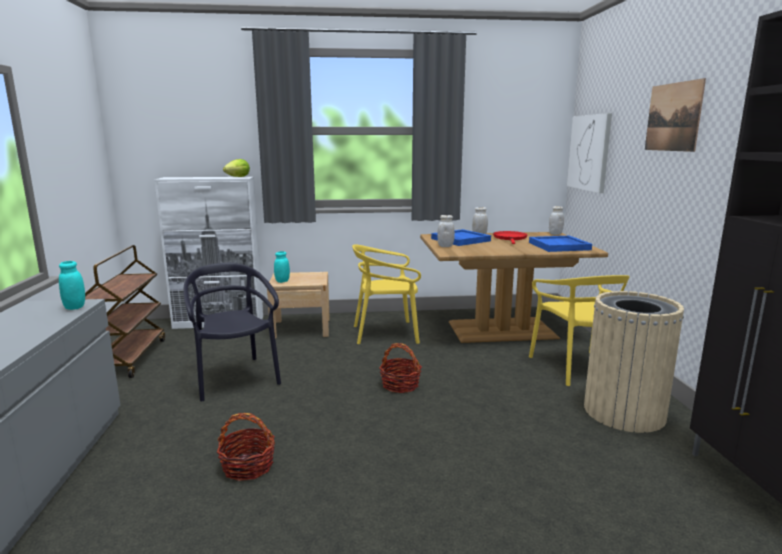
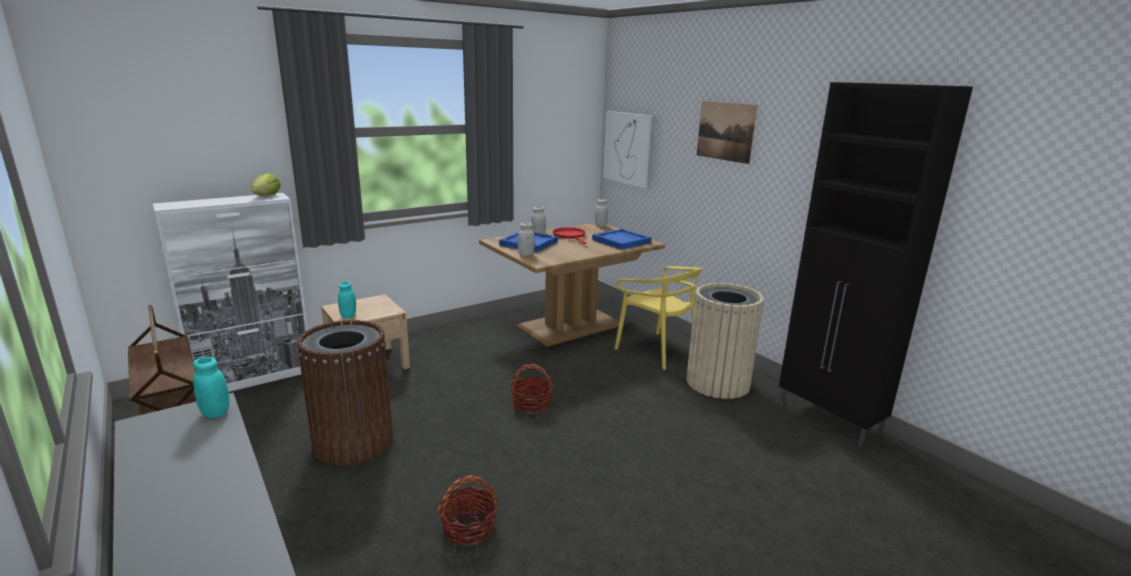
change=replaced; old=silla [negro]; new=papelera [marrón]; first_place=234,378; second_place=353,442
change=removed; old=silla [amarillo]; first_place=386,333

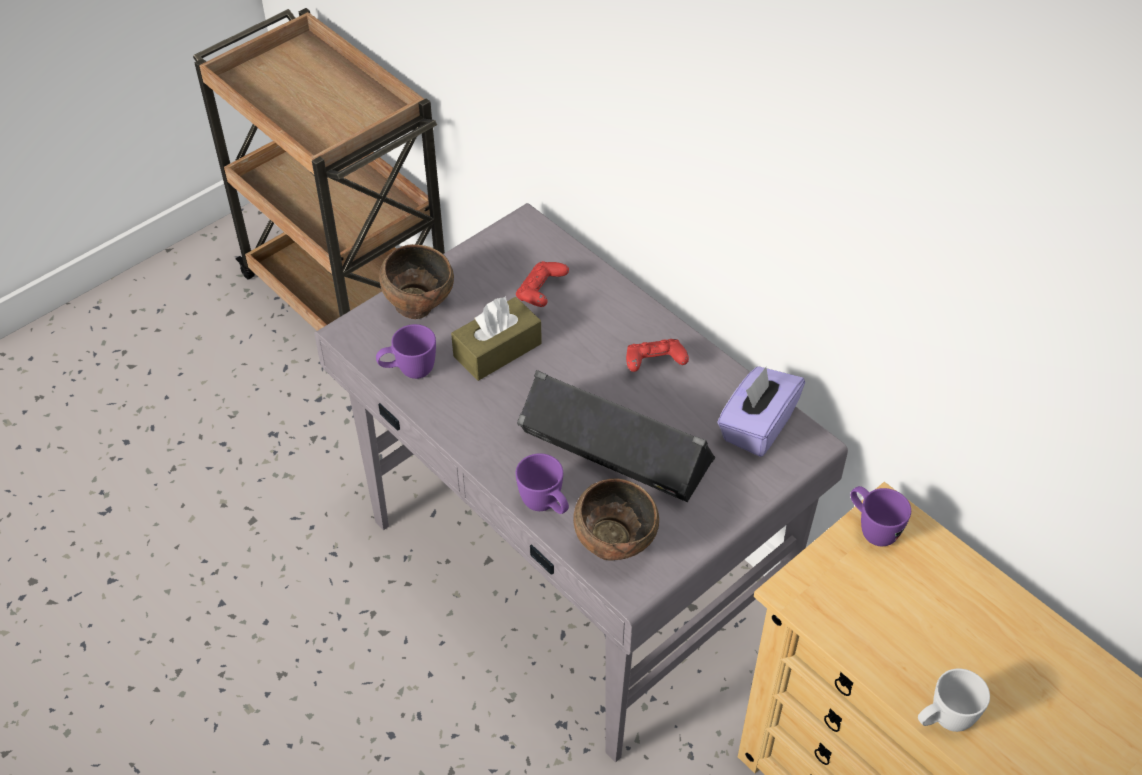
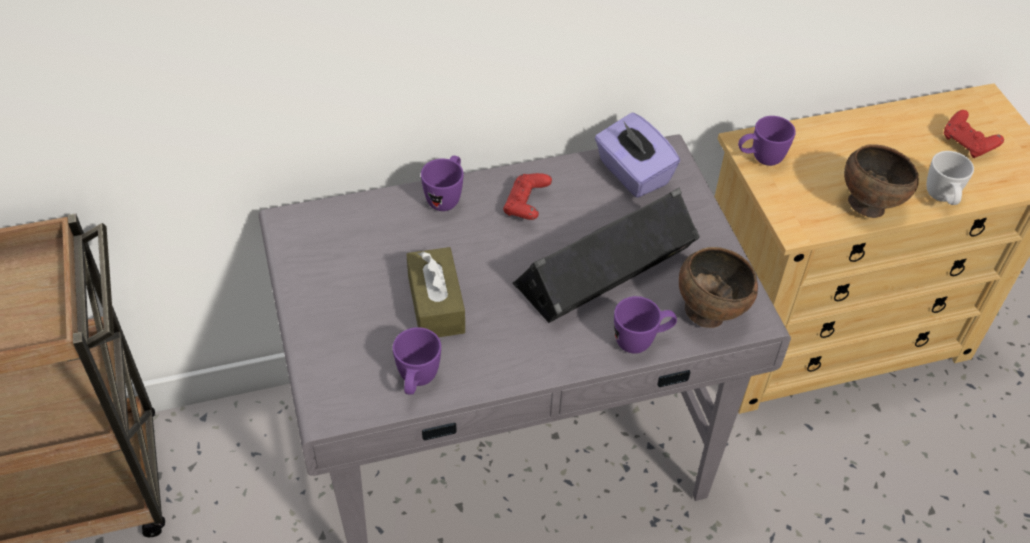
change=added; new=taza grande [morado]; second_place=446,197
change=moved; old=cuenco [marrón]; first_place=419,307; second_place=868,205
change=moved; old=mando de consola [rojo]; first_place=541,293; second_place=967,144

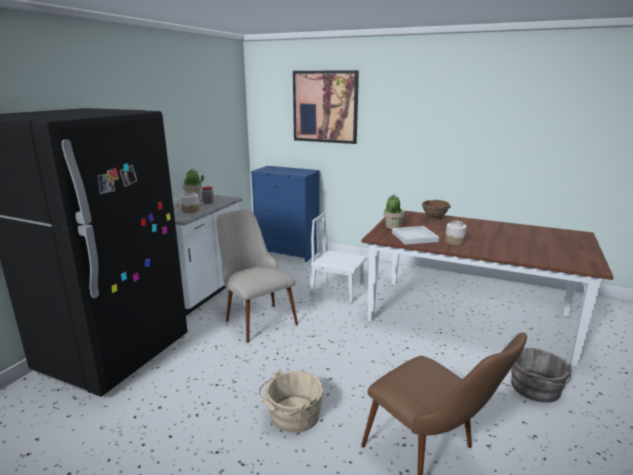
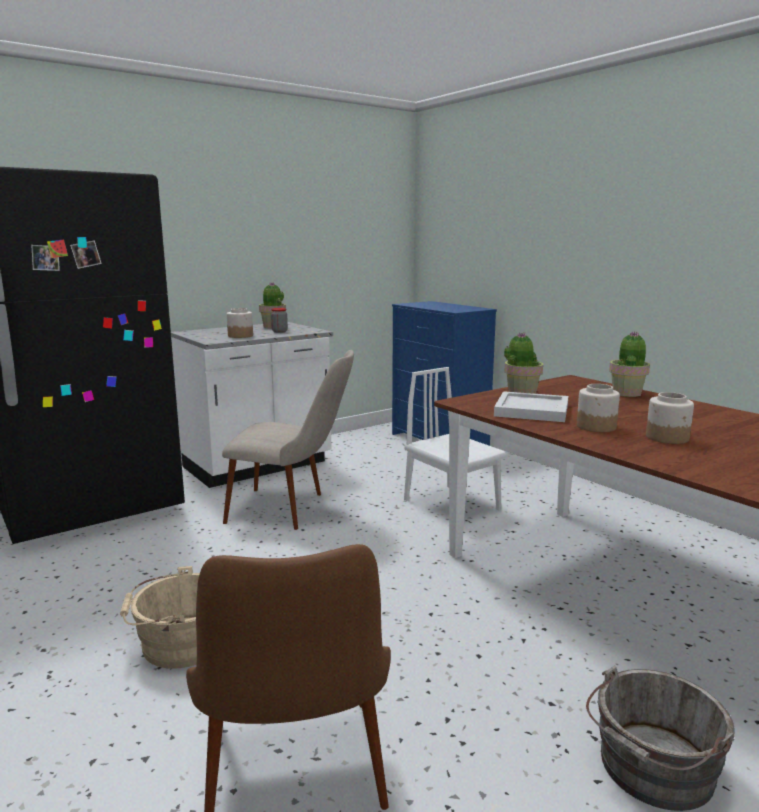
change=turned; old=silla [beis]; first_place=255,317; second_place=292,509; degrees=105
change=replaced; old=cuenco [marrón]; new=planta en maceta; first_place=434,218; second_place=627,393
change=added; new=tarro; second_place=667,438
change=removed; old=cuadro; first_place=325,107

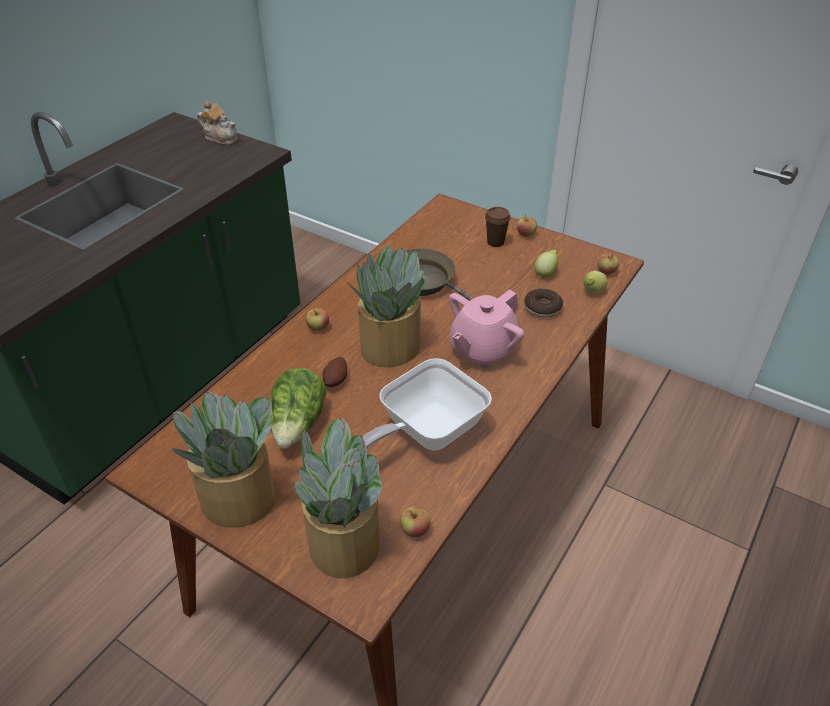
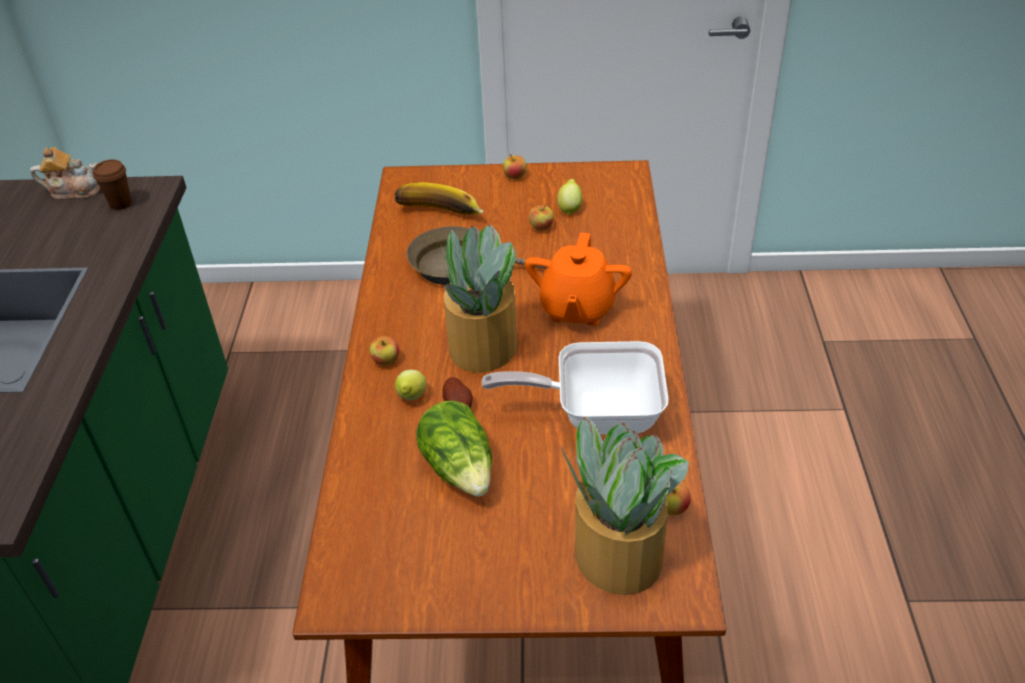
change=moved; old=taza [marrón]; first_place=495,242; second_place=120,204
change=added; new=plátano; second_place=438,216
change=moved; old=limón; first_place=592,292; second_place=411,398
change=turned; old=sartén; first_place=425,433; second_place=596,414; degrees=75
change=recoloured; old=tetera [rosa]; new=tetera [naranja]; first_place=482,350; second_place=577,308
change=moved; old=manzana; first_place=606,272; second_place=541,227
change=removed; old=planta en maceta; first_place=239,500
change=removed; old=rosquilla; first_place=542,308

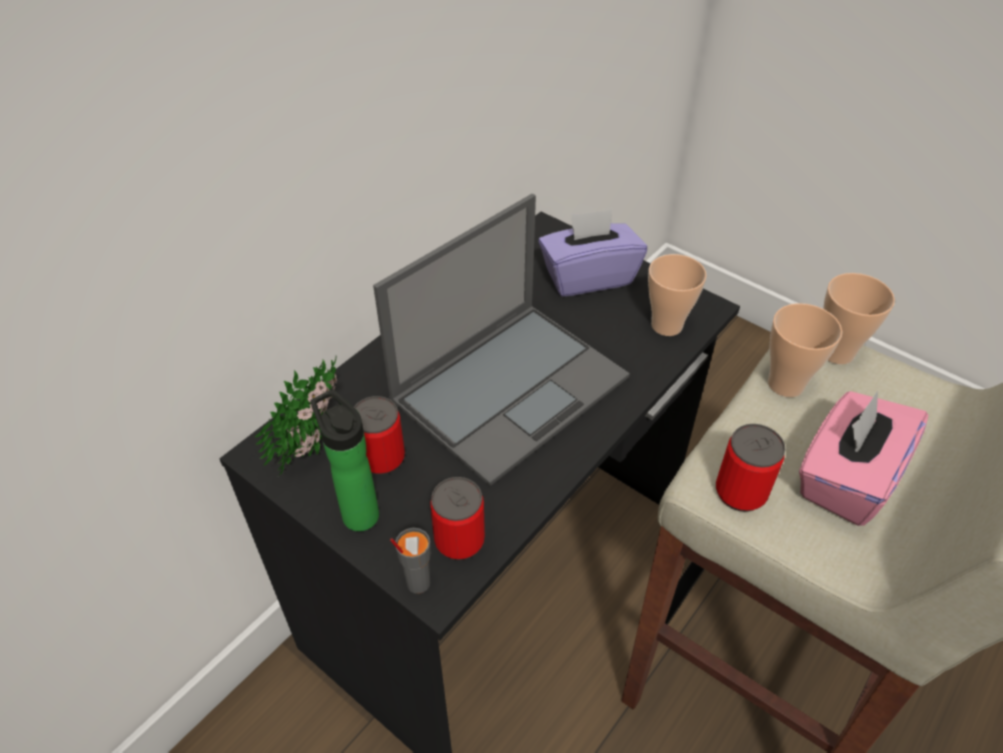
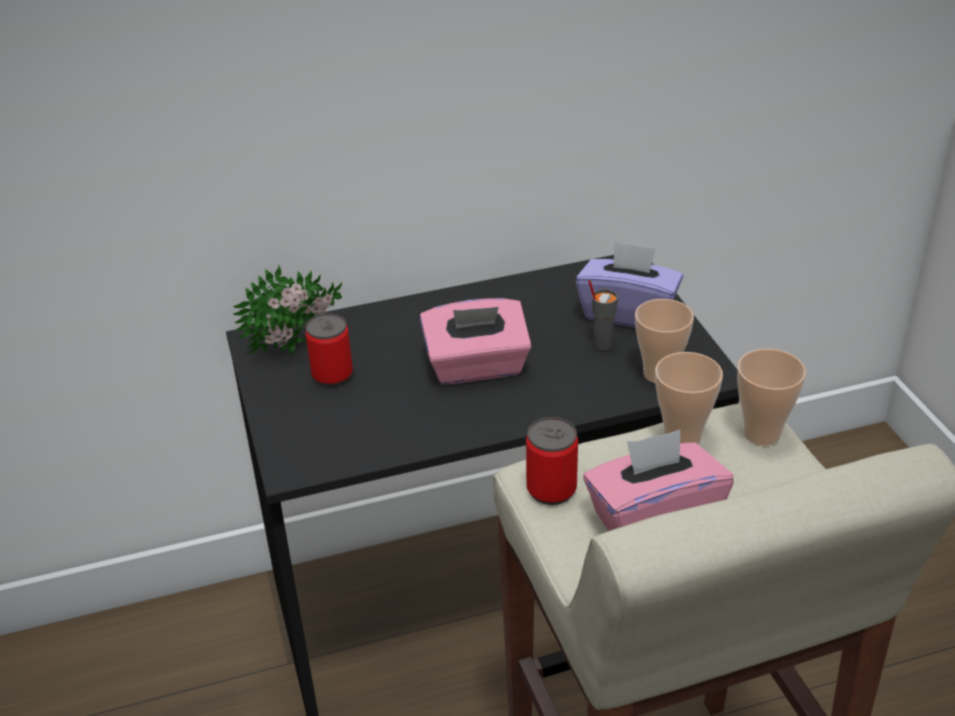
change=replaced; old=portátil; new=caja de pañuelos [rosa]; first_place=511,386; second_place=477,367
change=moved; old=taza [gris]; first_place=417,583; second_place=602,344
change=removed; old=botella; first_place=357,512
change=removed; old=lata; first_place=459,540

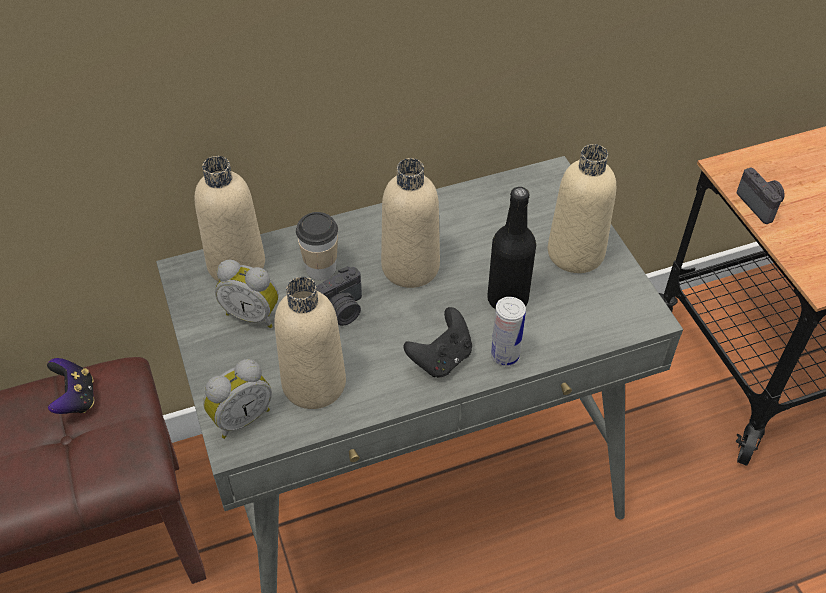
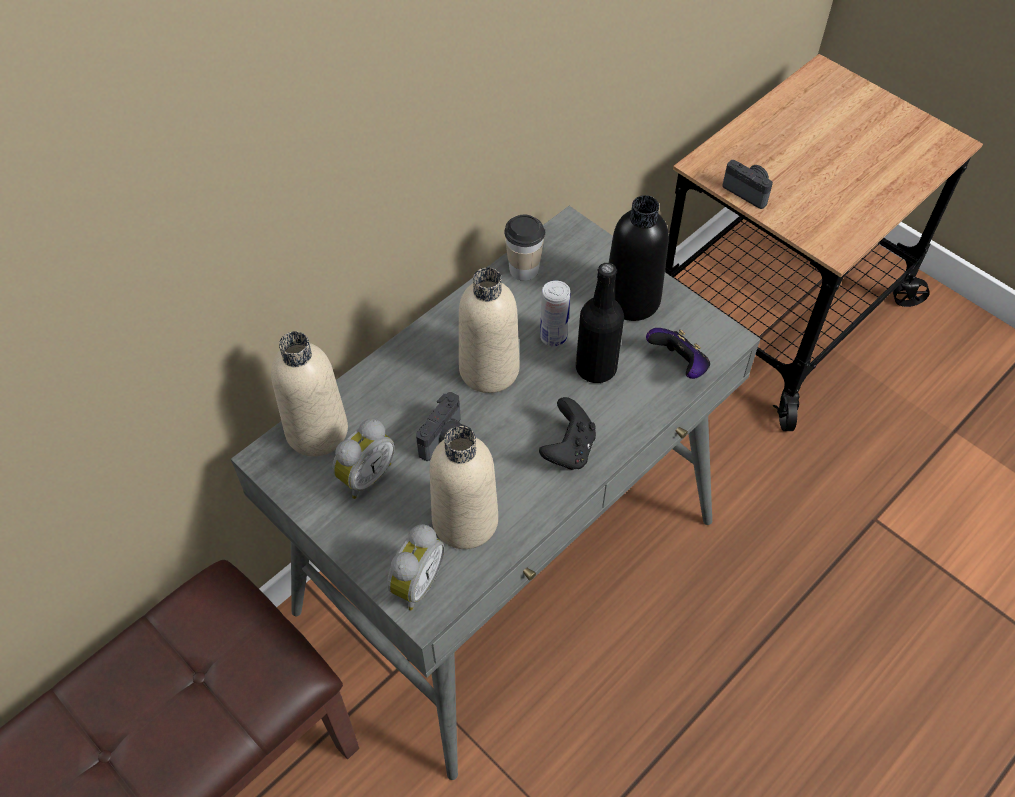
change=turned; old=despertador; first_place=253,314; second_place=365,476; degrees=-45
change=moved; old=taza; first_place=321,268; second_place=524,269
change=moved; old=lata; first_place=505,356; second_place=553,337
change=recoloured; old=botella [beis]; new=botella [negro]; first_place=575,253; second_place=631,300
change=moved; old=mando de consola; first_place=76,399; second_place=678,365

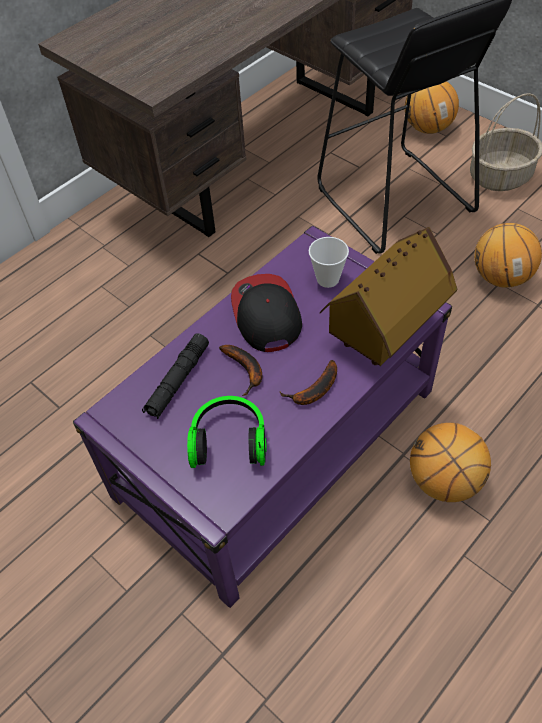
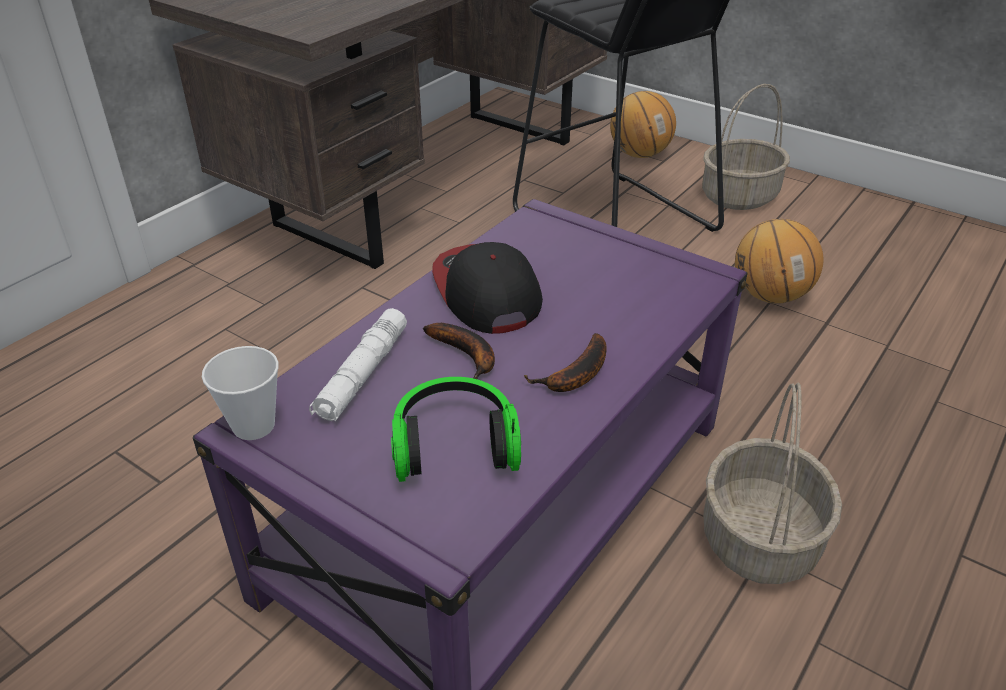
change=moved; old=taza; first_place=327,279; second_place=254,426
change=recoloured; old=linterna [negro]; new=linterna [blanco]; first_place=178,380; second_place=362,374
change=replaced; old=balón de baloncesto; new=cesta; first_place=444,481; second_place=761,540
change=removed; old=casita; first_place=385,330

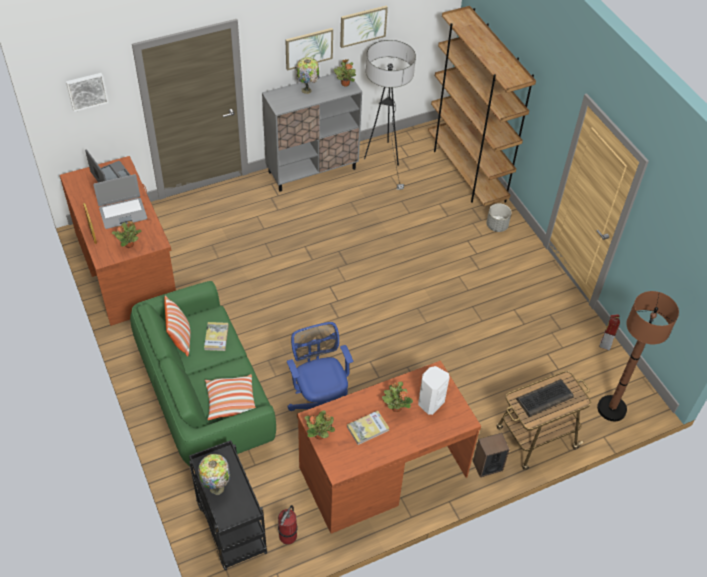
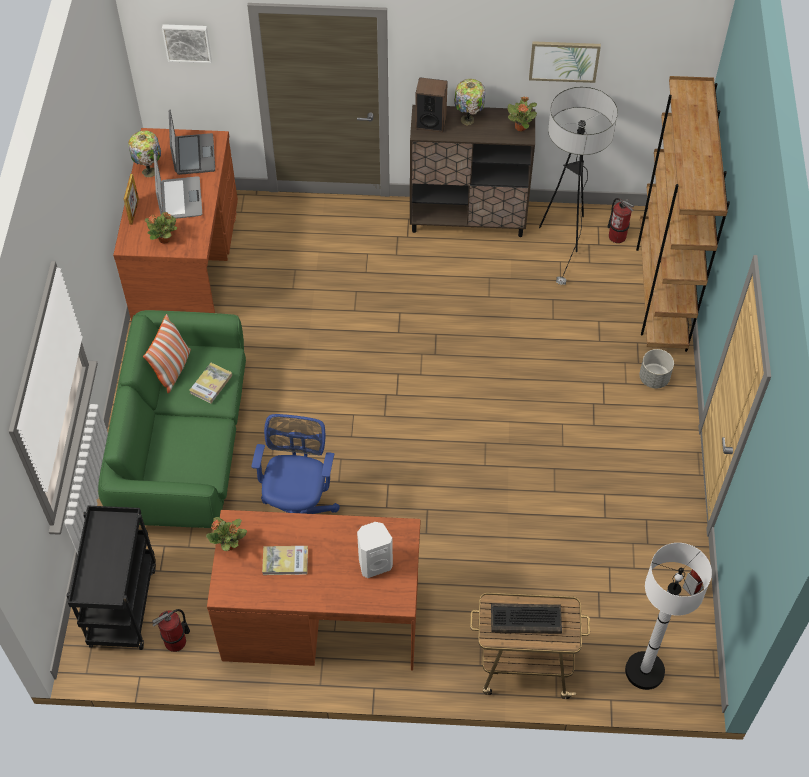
change=moved; old=lámpara de mesa; first_place=217,487; second_place=150,171
change=turned; old=portátil; first_place=123,213; second_place=180,199; degrees=-105
change=recoloured; old=armario [gris]; new=armario [marrón]; first_place=312,170; second_place=468,219
change=moved; old=altavoz; first_place=487,465; second_place=430,122
change=added; new=extintor; second_place=617,236
change=recoloured; old=lámpara de pie [marrón]; new=lámpara de pie [blanco]; first_place=611,409; second_place=644,671
change=removed; old=cojín; first_place=231,402
change=removed; old=cuadro; first_place=309,48
change=removed; old=planta en maceta; first_place=396,407

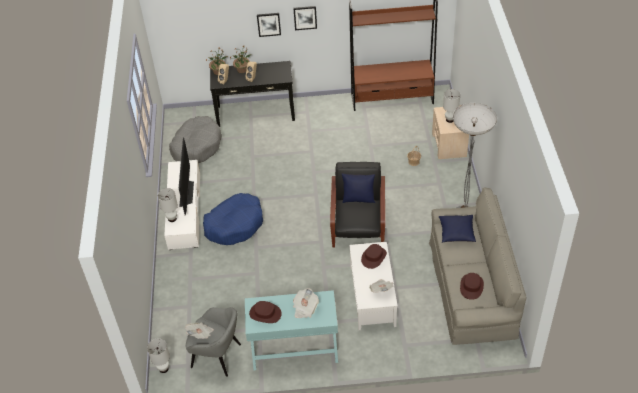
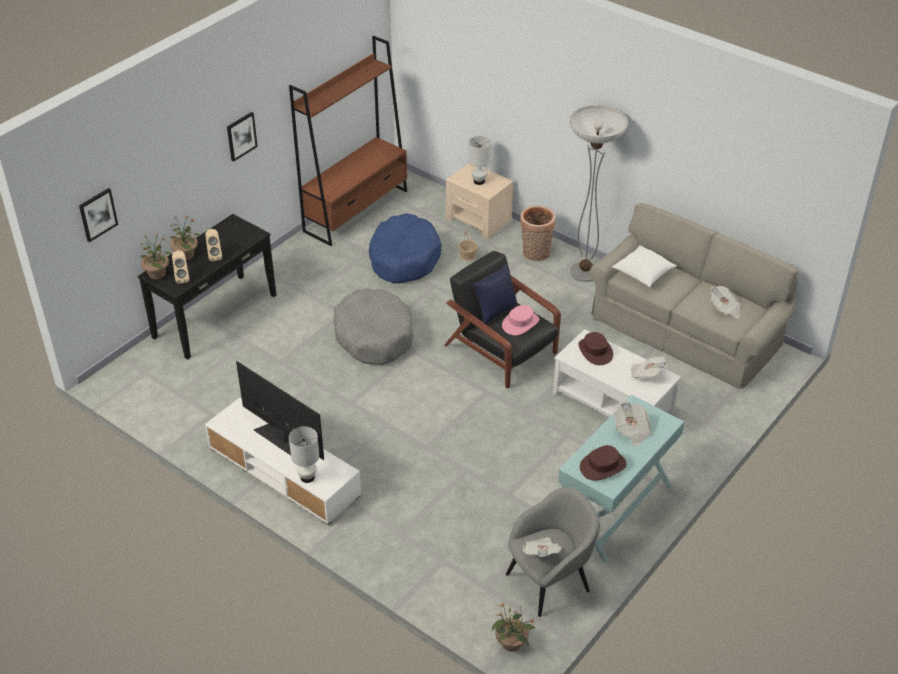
change=moved; old=cuadro; first_place=269,24; second_place=97,214
change=moved; old=cama para perro [gris]; first_place=196,146; second_place=374,336
change=moved; old=cama para perro [azul]; first_place=235,225; second_place=404,258
change=replaced; old=lámpara de mesa [blanco]; new=planta en maceta; first_place=163,368; second_place=511,643
change=added; new=sombrero [rosa]; second_place=520,323
change=added; new=cesta; second_place=535,254
change=recoloured; old=cojín [azul]; new=cojín [blanco]; first_place=456,233; second_place=643,274
change=replaced; old=sombrero [marrón]; new=periódico; first_place=471,287; second_place=724,309

